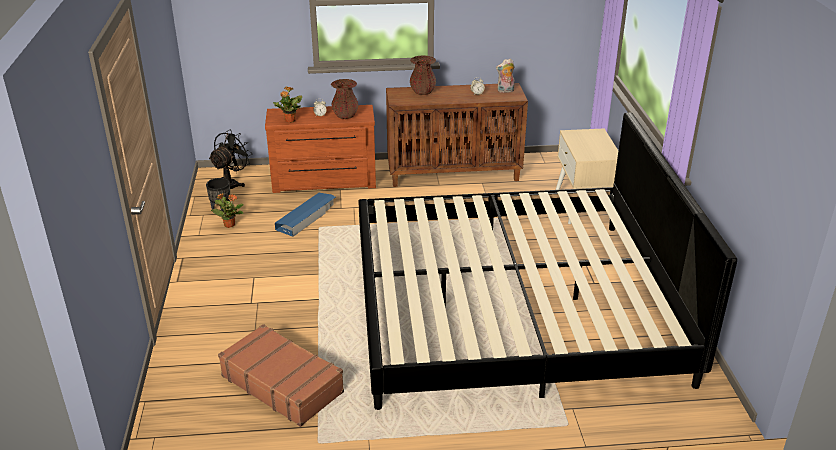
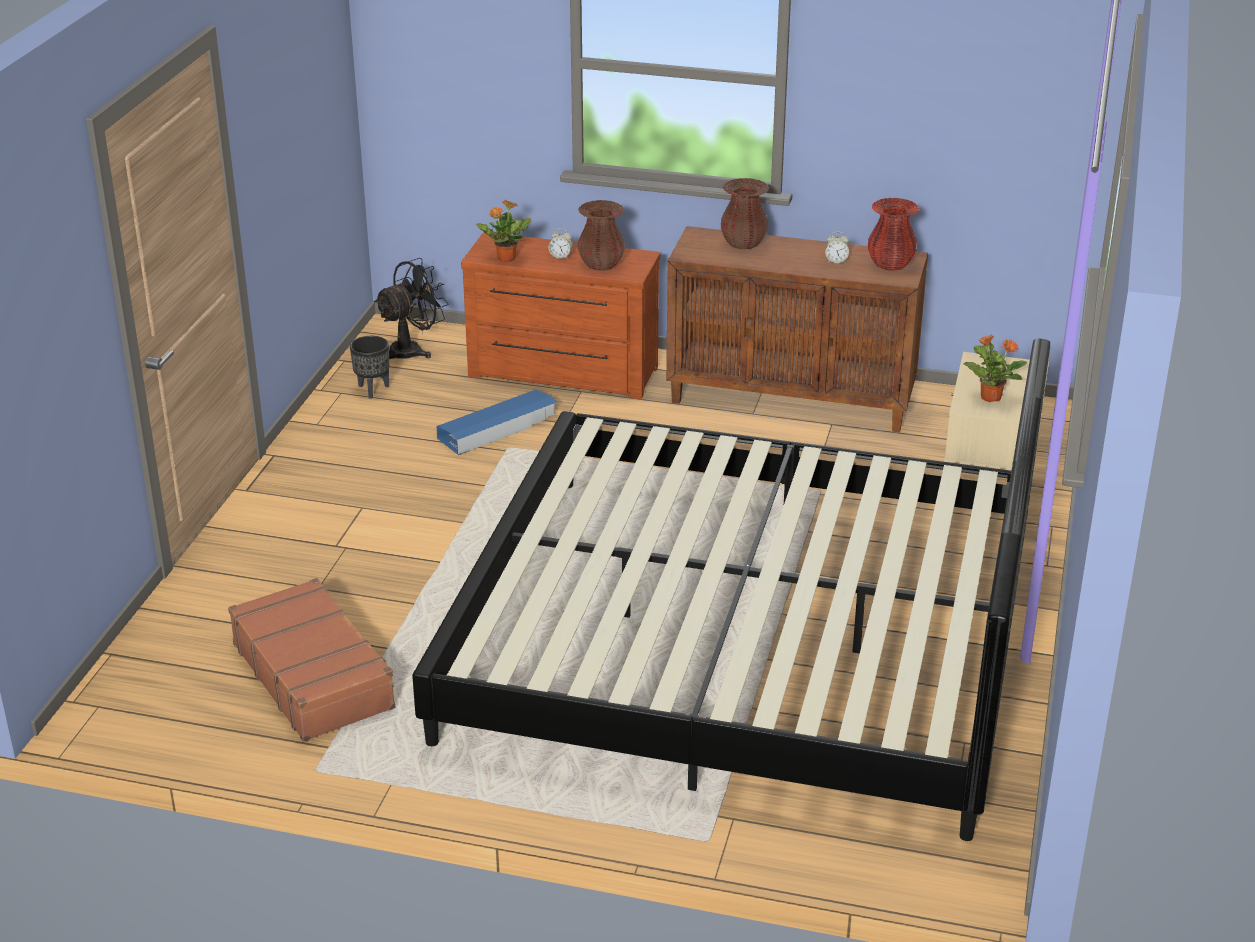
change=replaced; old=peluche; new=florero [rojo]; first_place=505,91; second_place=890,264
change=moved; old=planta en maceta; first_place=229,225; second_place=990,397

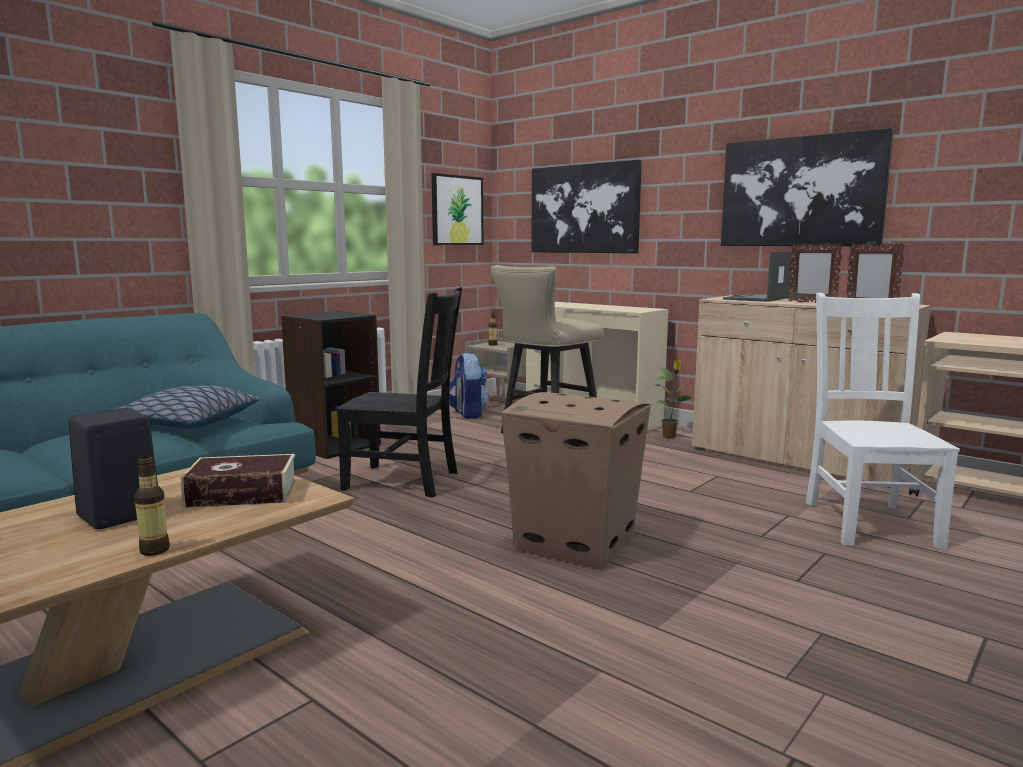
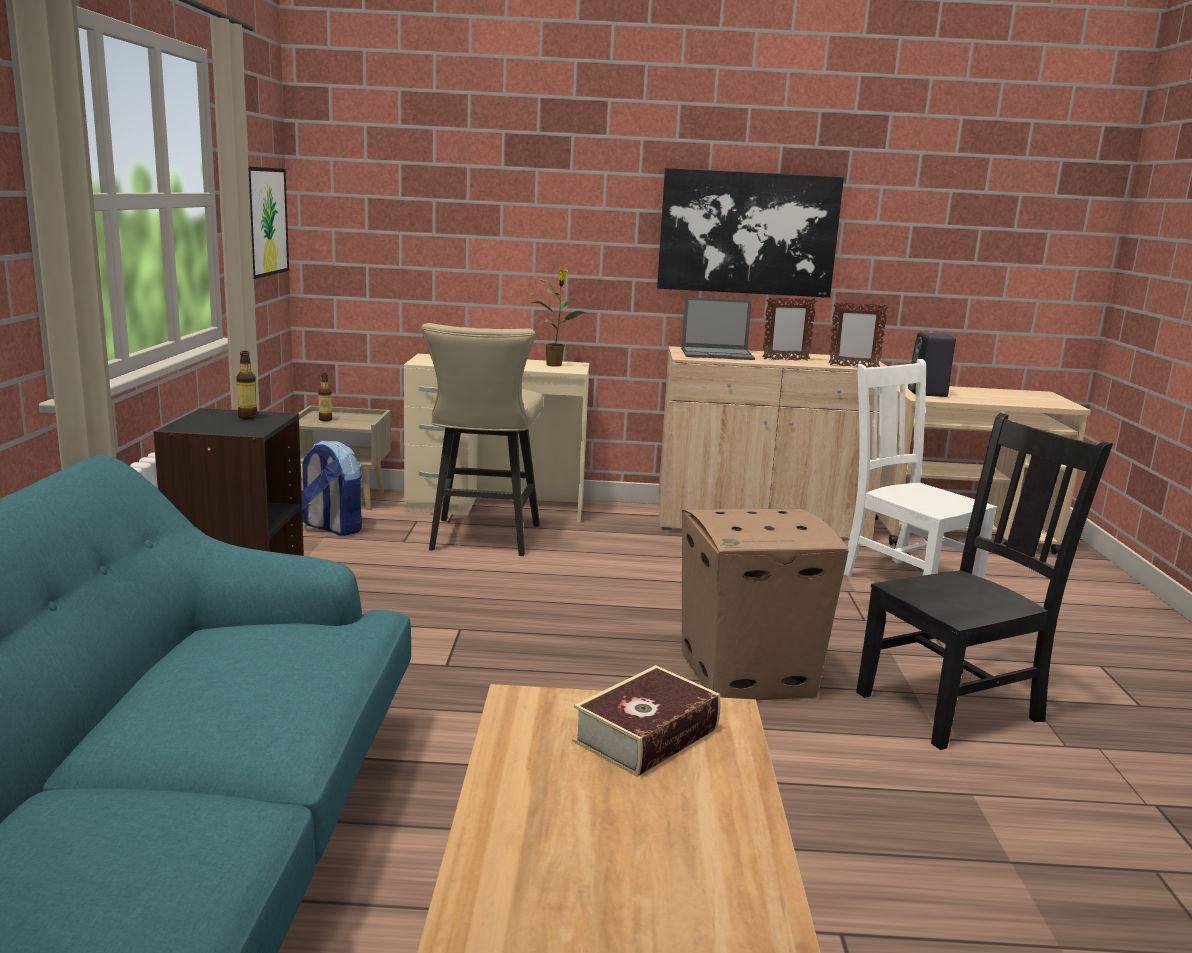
change=moved; old=botella; first_place=154,550; second_place=247,417
change=moved; old=planta en maceta; first_place=670,436; second_place=555,365
change=turned; old=portátil; first_place=756,298; second_place=718,354; degrees=-90
change=moved; old=silla [negro]; first_place=405,481; second_place=954,706
change=moved; old=altavoz [negro]; first_place=117,516; second_place=928,393
change=removed; old=cojín; first_place=186,423
change=removed; old=cuadro; first_place=584,209

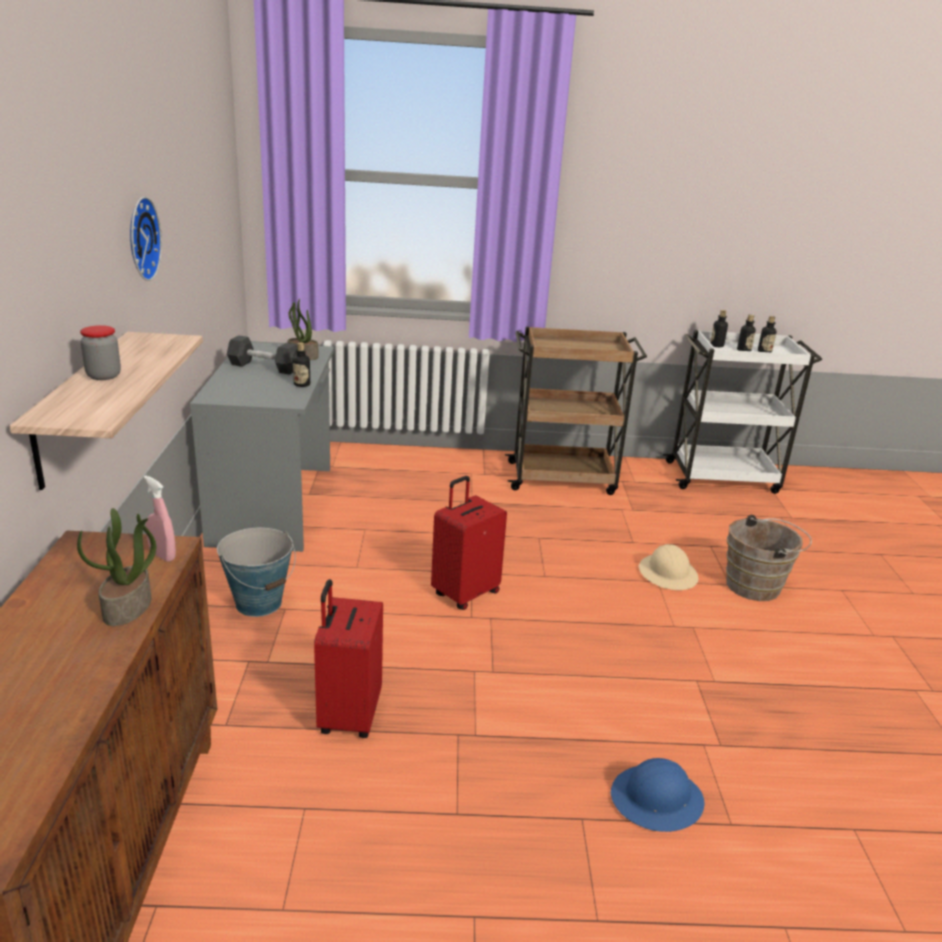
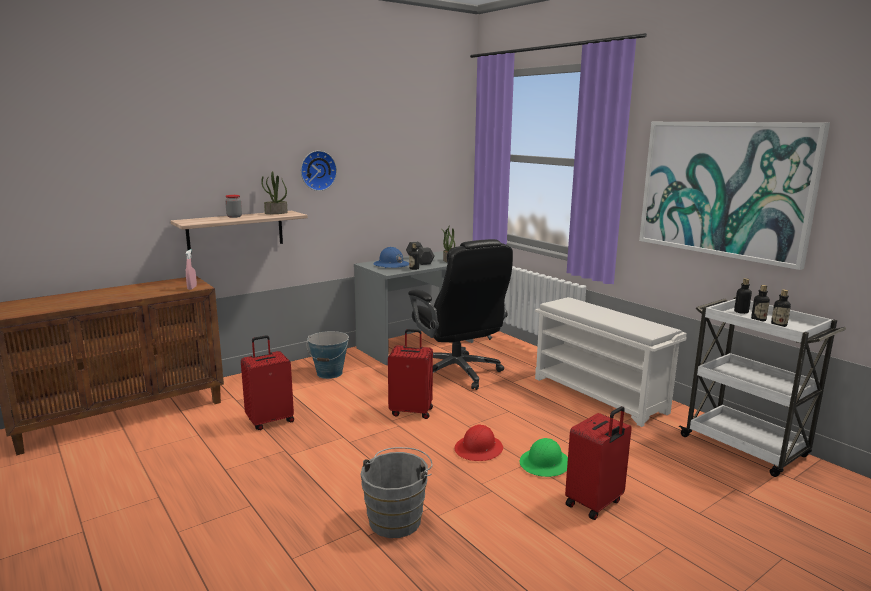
change=moved; old=planta en maceta; first_place=128,608; second_place=276,213
change=added; new=cubo [gris]; second_place=397,519
change=moved; old=casco [azul]; first_place=657,800; second_place=391,265
change=added; new=silla de oficina [negro]; second_place=457,373
change=added; new=casco [rojo]; second_place=479,449
change=recoloured; old=casco [beis]; new=casco [verde]; first_place=668,574; second_place=545,464
change=replaced; old=carrito [marrón]; new=zapatero [blanco]; first_place=563,478; second_place=600,395
change=replaced; old=cubo [marrón]; new=maleta [rojo]; first_place=757,586; second_place=595,504
change=added; new=cuadro; second_place=724,189

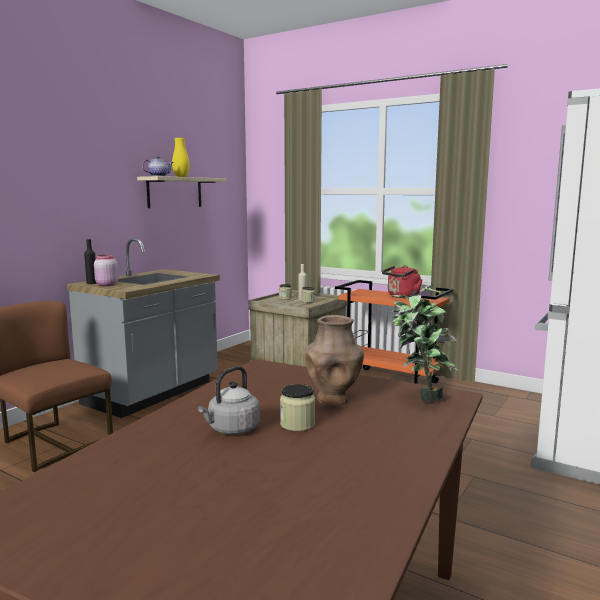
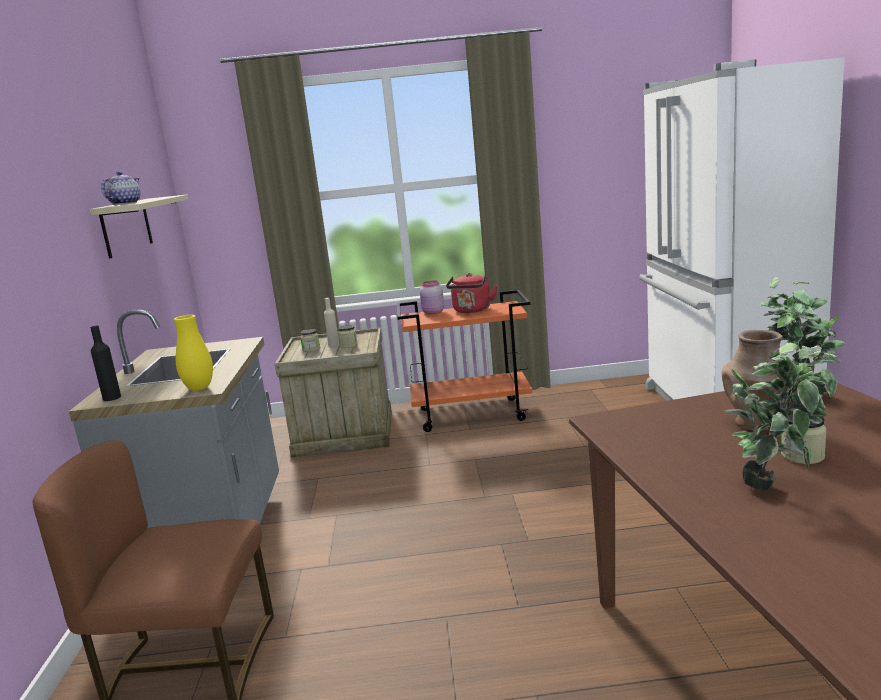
change=moved; old=florero [amarillo]; first_place=181,177; second_place=199,388
change=moved; old=tarro [rosa]; first_place=106,285; second_place=433,312
change=replaced; old=hervidor [gris]; new=planta en maceta; first_place=231,430; second_place=778,485

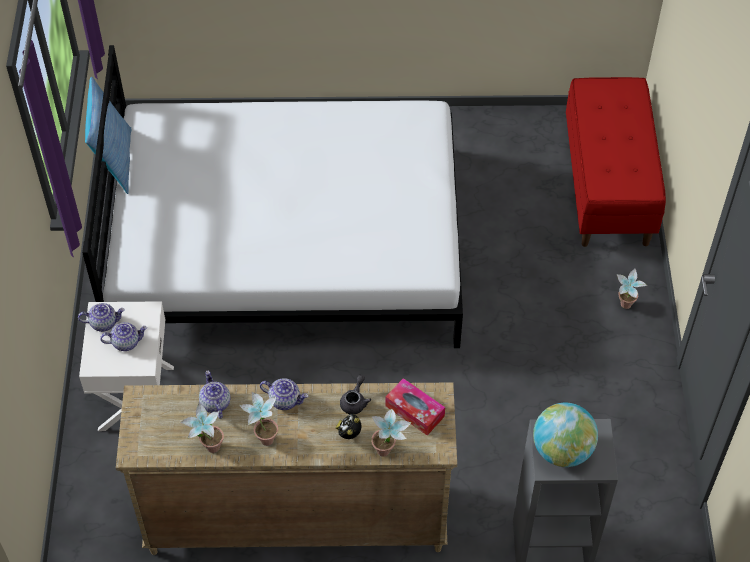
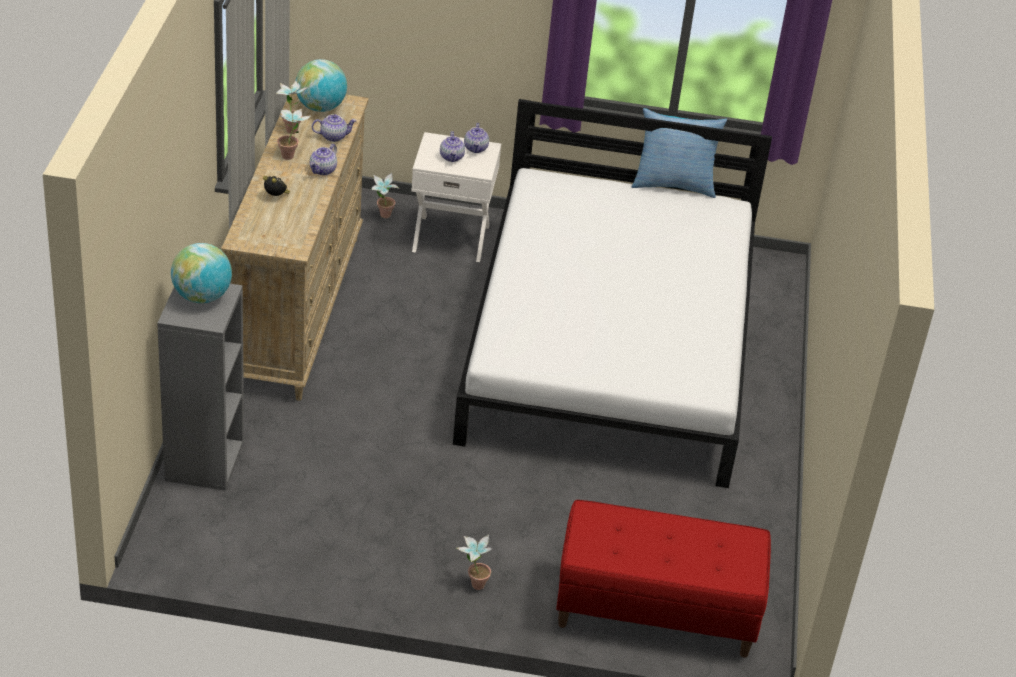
change=added; new=globo terráqueo; second_place=320,107
change=moved; old=planta en maceta; first_place=388,452; second_place=383,217
change=removed; old=tetera [gris]; first_place=355,401
change=removed; old=caja de pañuelos; first_place=414,411

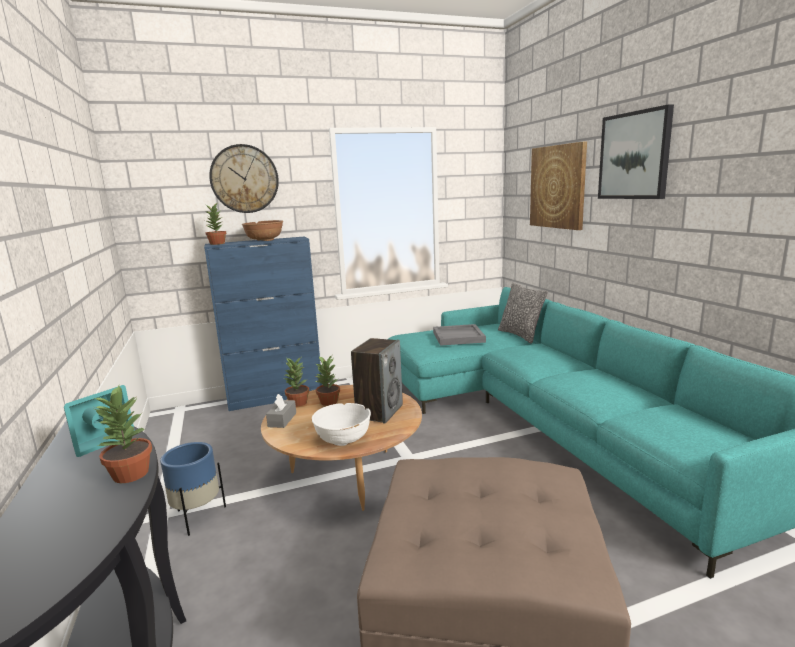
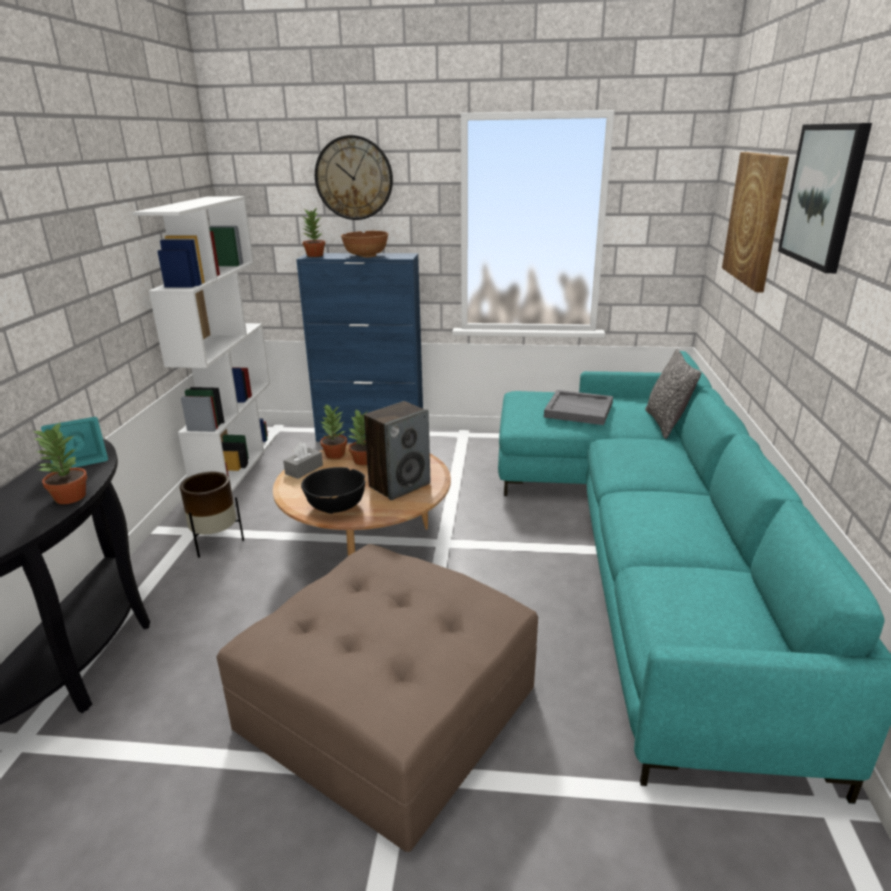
change=added; new=estantería [blanco]; second_place=237,462
change=recoloured; old=maceta [azul]; new=maceta [marrón]; first_place=197,517; second_place=216,542
change=recoloured; old=cuenco [blanco]; new=cuenco [negro]; first_place=343,439; second_place=336,506

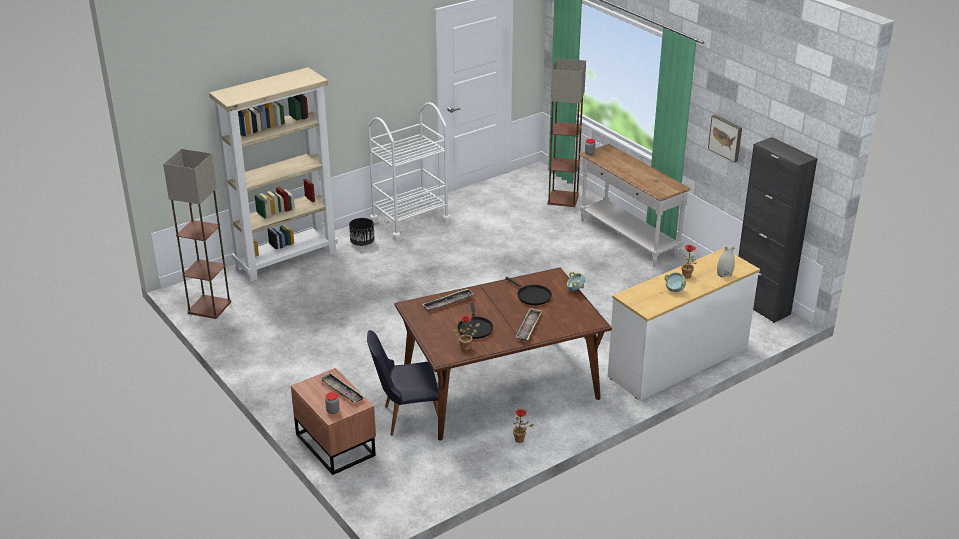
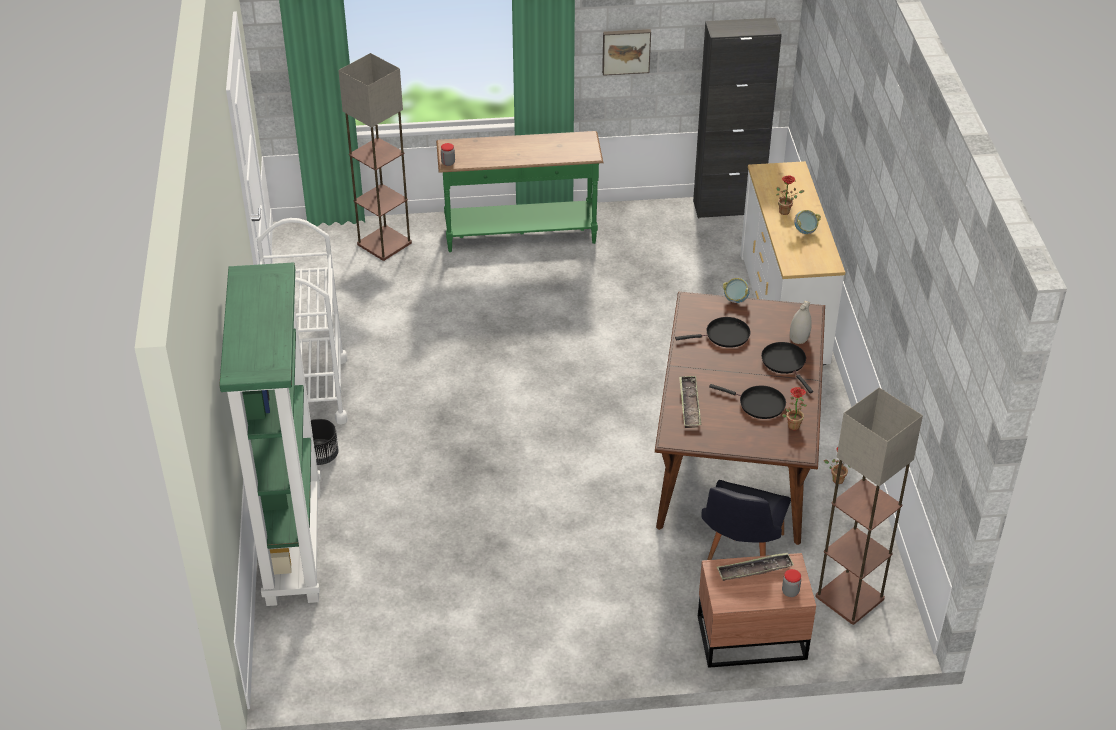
change=recoloured; old=estantería [beis]; new=estantería [verde]; first_place=287,259; second_place=292,544
change=recoloured; old=mesa consola [blanco]; new=mesa consola [verde]; first_place=627,239; second_place=520,235
change=replaced; old=bandeja; new=sartén [negro]; first_place=528,327; second_place=785,363
change=moved; old=florero [blanco]; first_place=724,274; second_place=799,338
change=moved; old=lámpara de pie; first_place=210,308; second_place=851,597

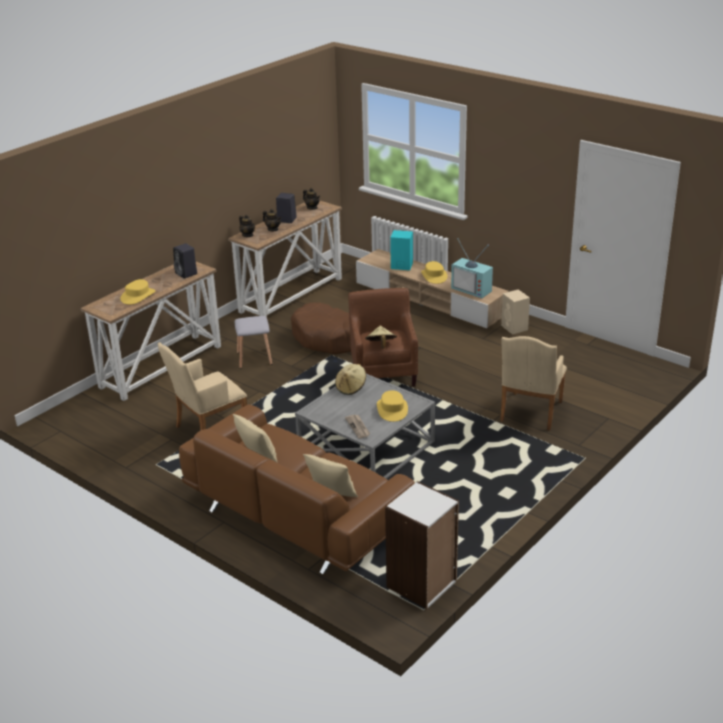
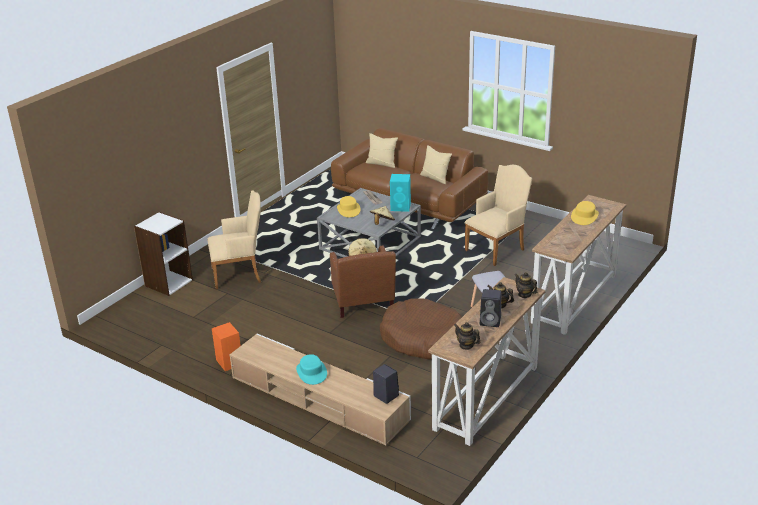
change=moved; old=estantería [blanco]; first_place=422,585; second_place=168,282
change=turned; old=sillón [beis]; first_place=530,413; second_place=240,274; degrees=60
change=recoloured; old=altavoz [beis]; new=altavoz [naranja]; first_place=514,328; second_place=229,362
change=recoloured; old=sombrero [amarillo]; new=sombrero [turquesa]; first_place=434,276; second_place=311,372
change=moved; old=altavoz [negro]; first_place=186,274; second_place=385,396
change=moved; old=altavoz [turquesa]; first_place=401,265; second_place=401,207
change=removed; old=televisor; first_place=473,289

